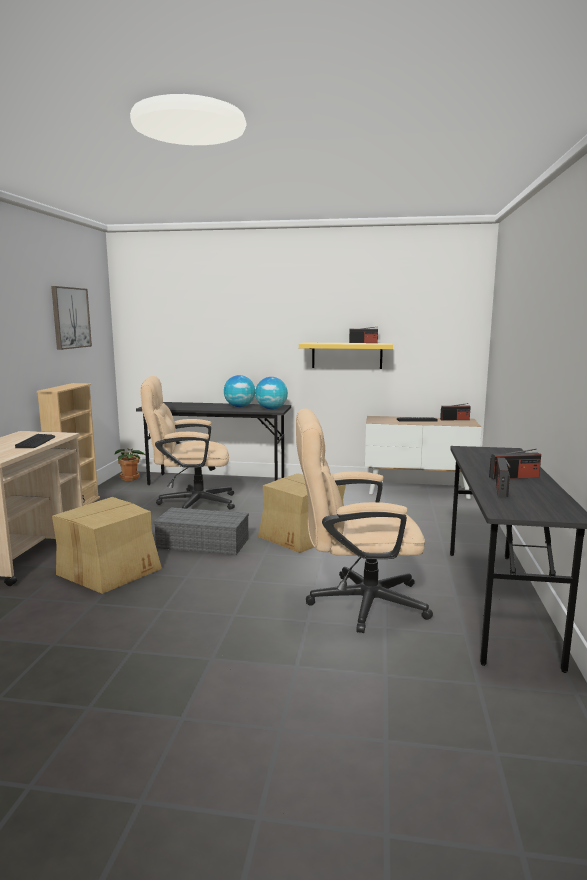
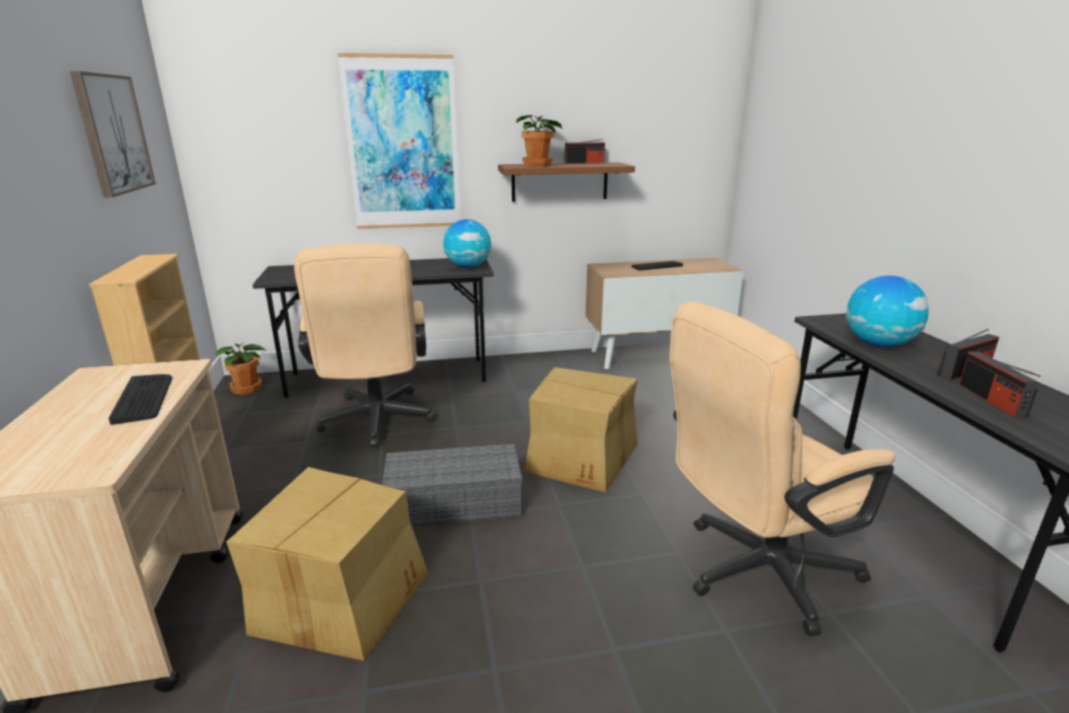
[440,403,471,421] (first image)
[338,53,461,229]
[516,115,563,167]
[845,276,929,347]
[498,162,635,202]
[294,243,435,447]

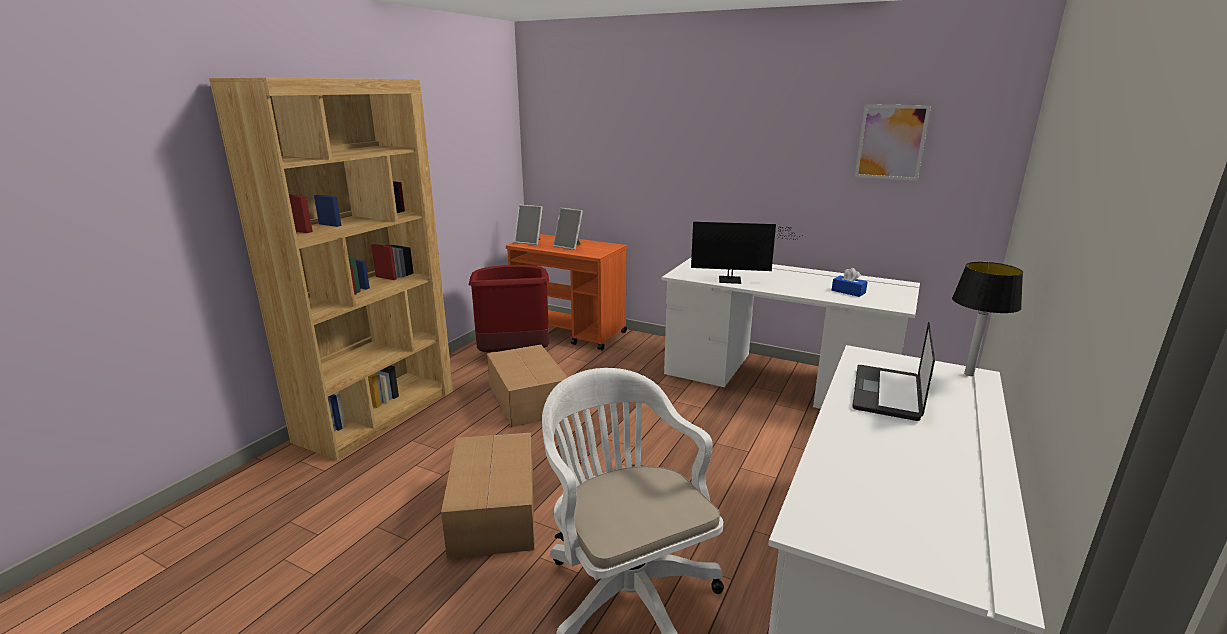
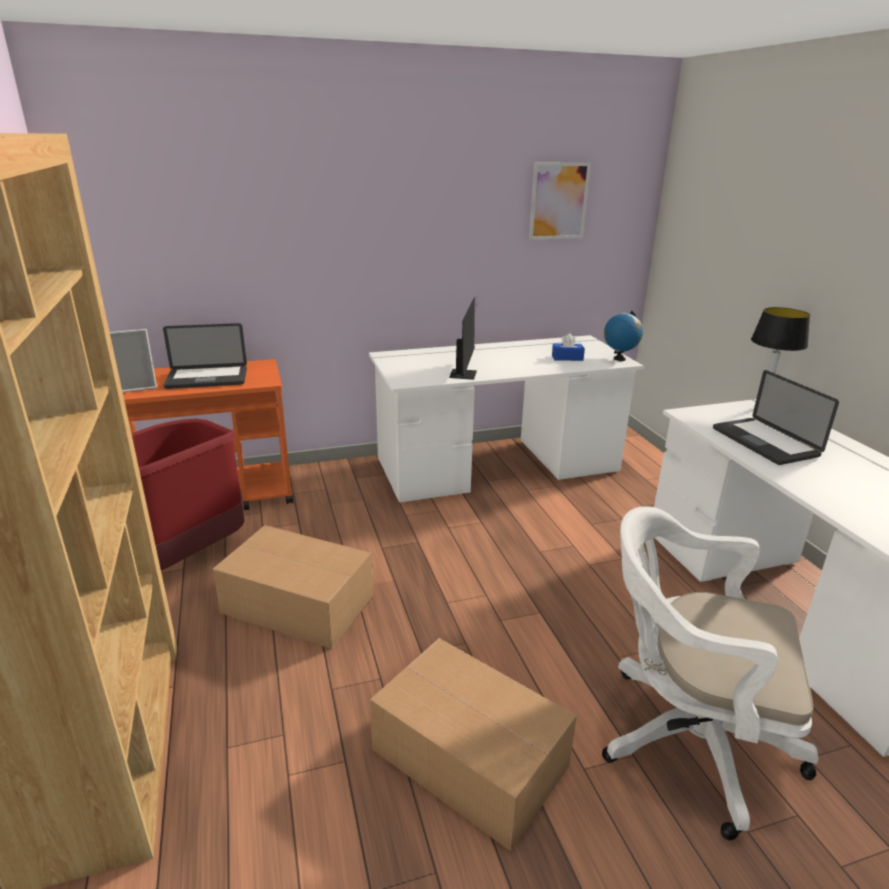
[604,311,643,361]
[163,323,247,389]
[449,296,477,380]

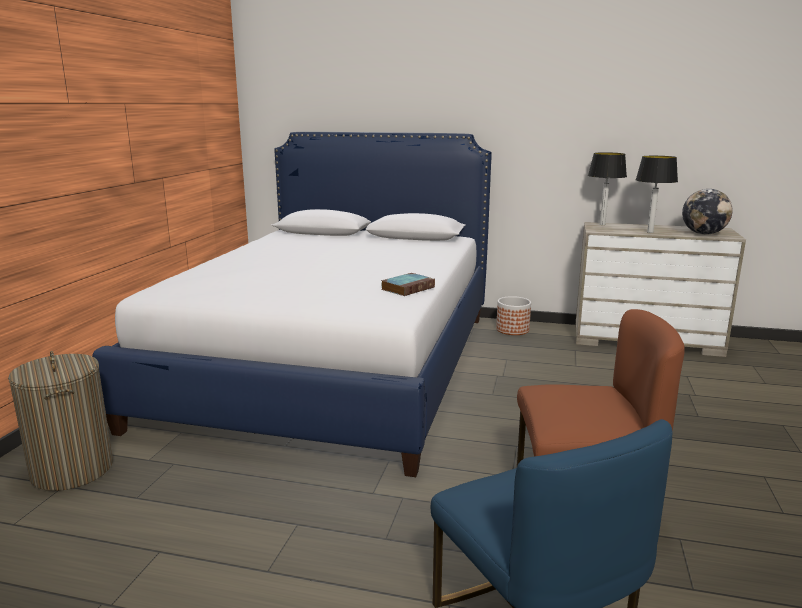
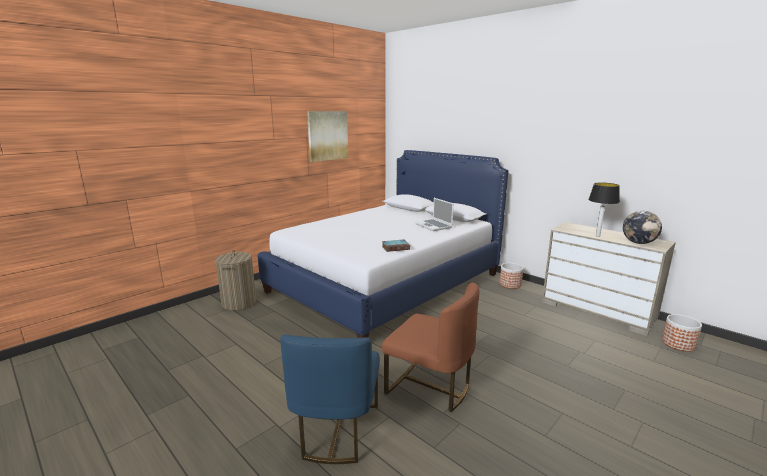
[588,152,627,225] (first image)
[307,111,348,162]
[415,198,454,231]
[662,314,702,352]

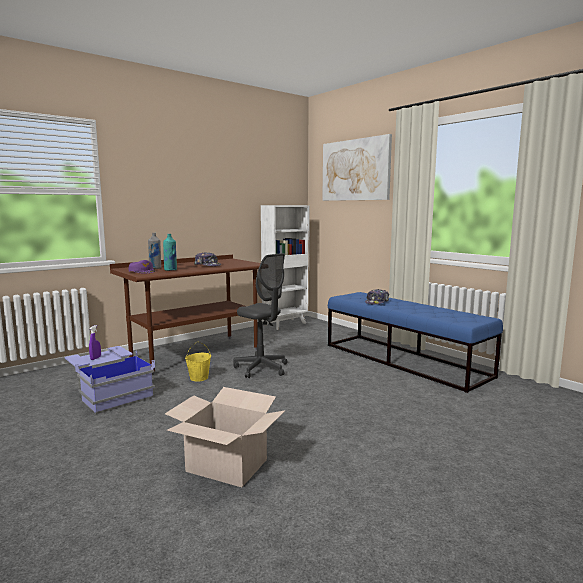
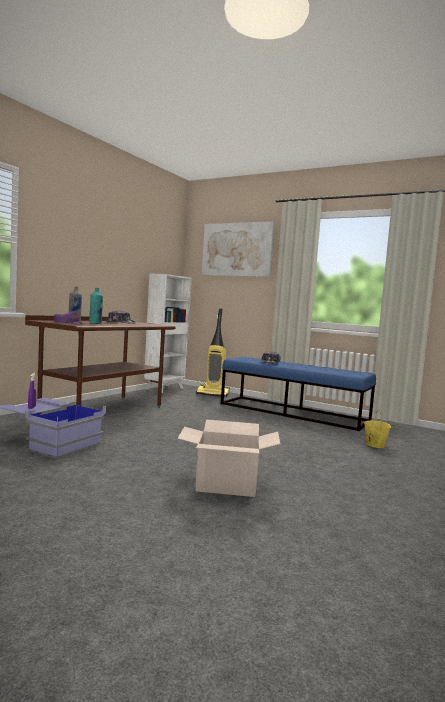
[233,253,287,378] (first image)
[196,308,230,397]
[364,409,391,448]

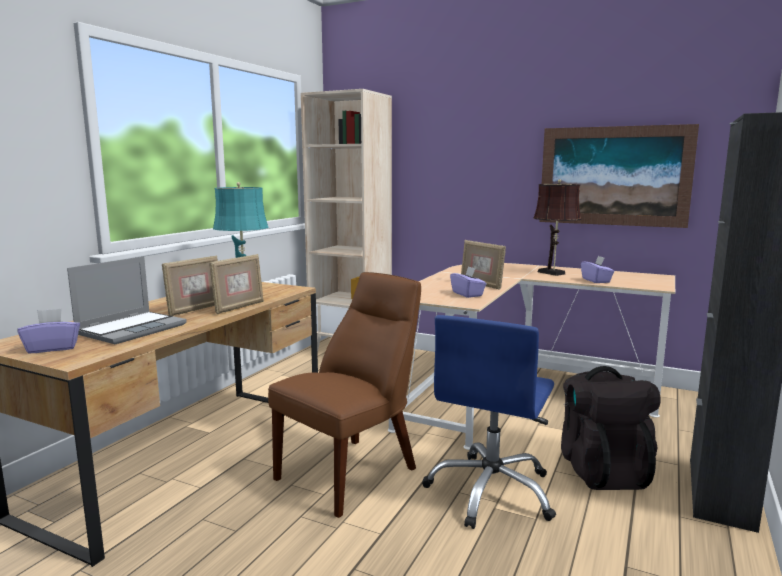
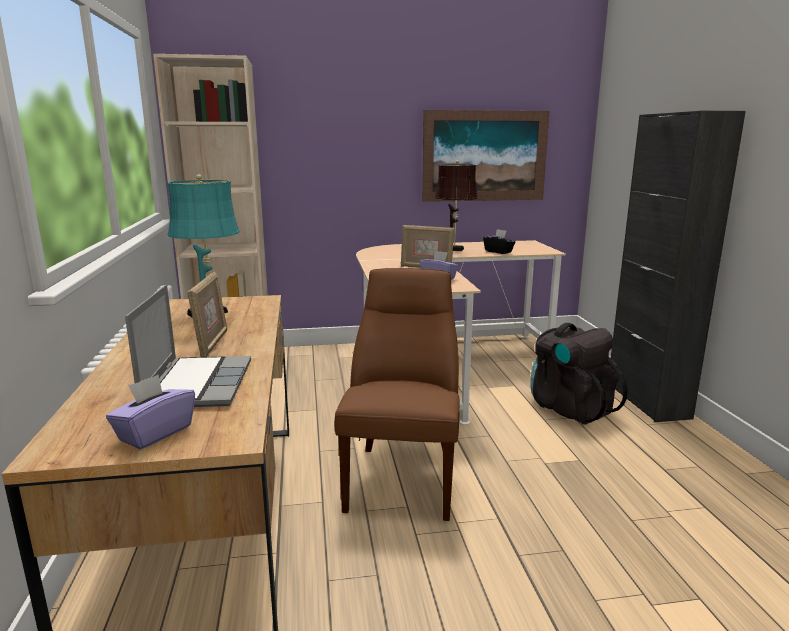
[209,254,264,314] (first image)
[422,315,556,529] (first image)
[483,229,515,254]

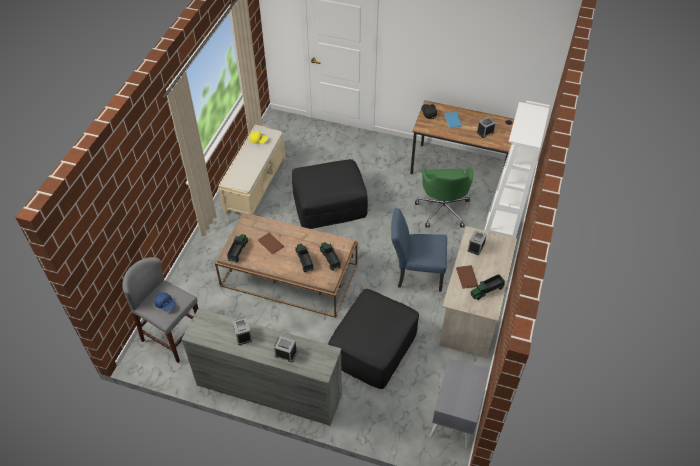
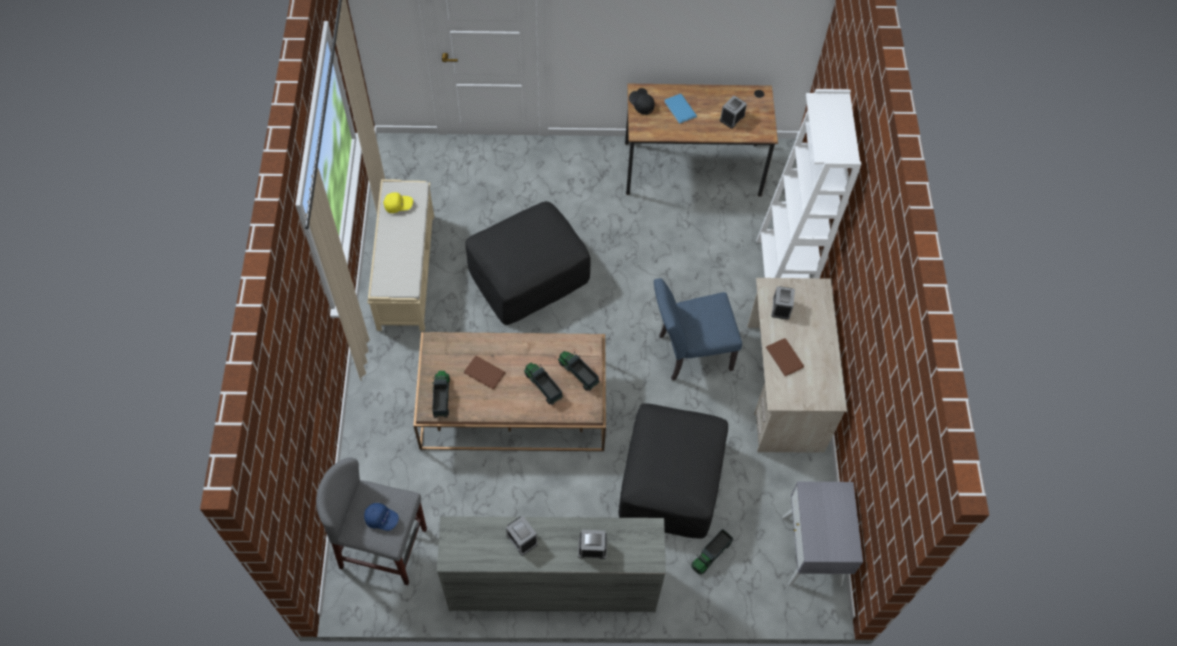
[415,167,473,227] (first image)
[691,529,733,575]

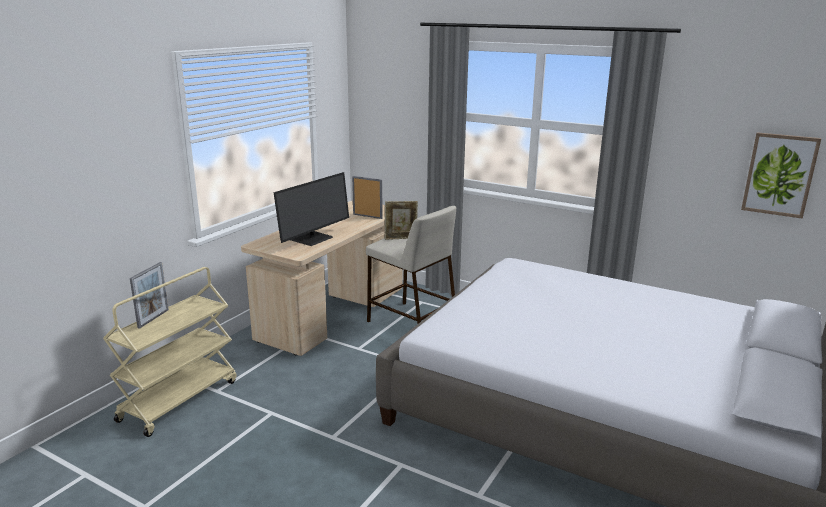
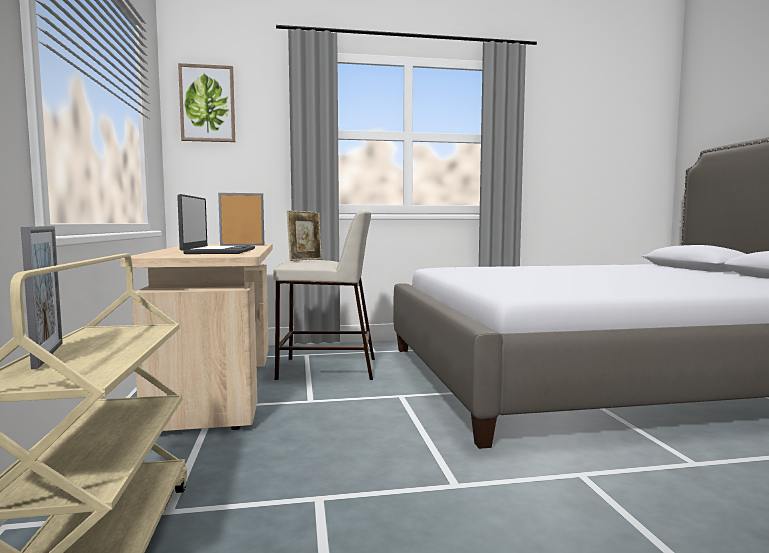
[178,63,235,142]
[177,194,255,254]

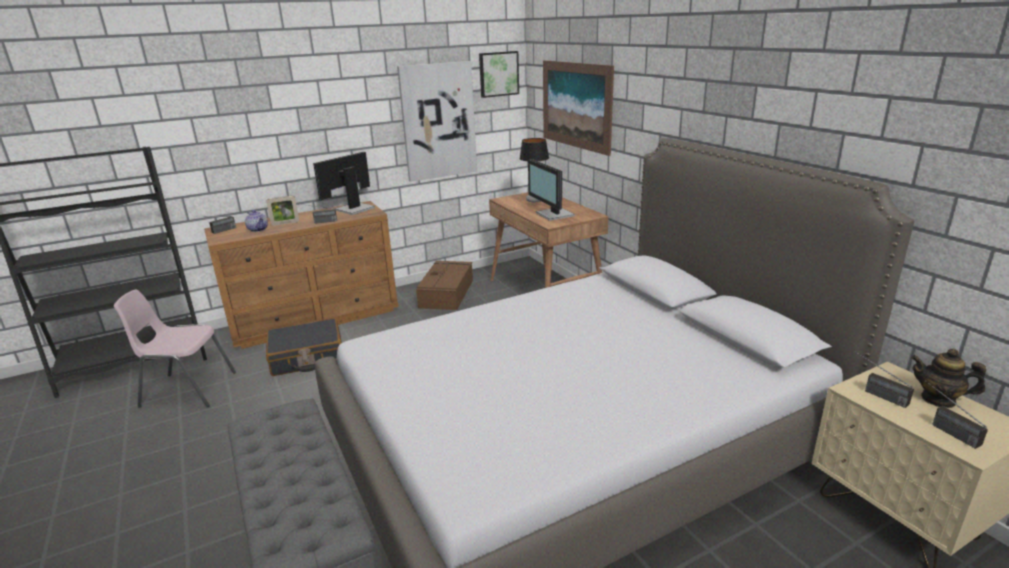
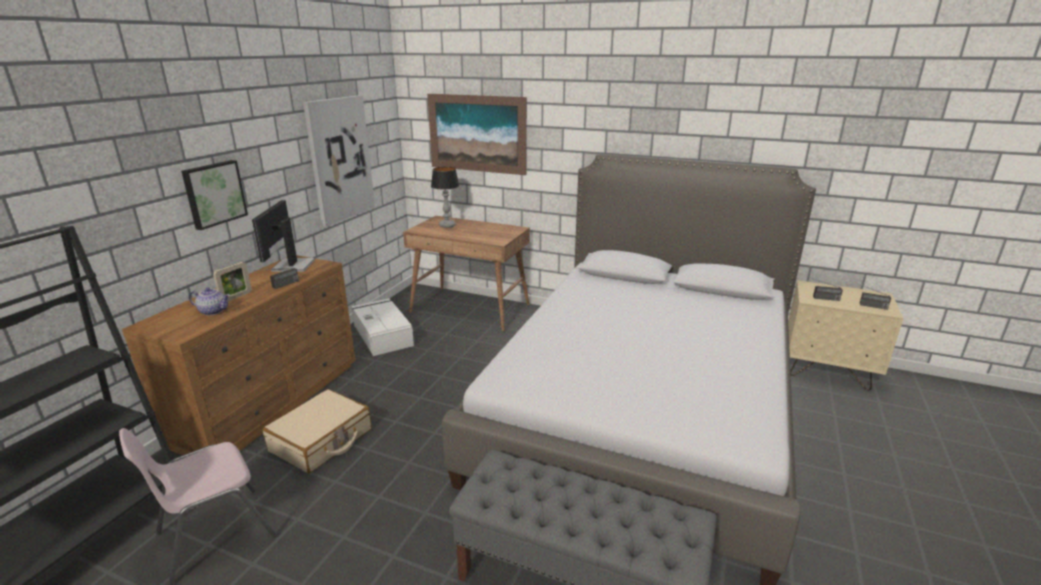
[194,216,236,234] (first image)
[528,159,575,221] (first image)
[911,349,986,408] (first image)
[181,160,248,230]
[262,389,372,473]
[351,298,414,356]

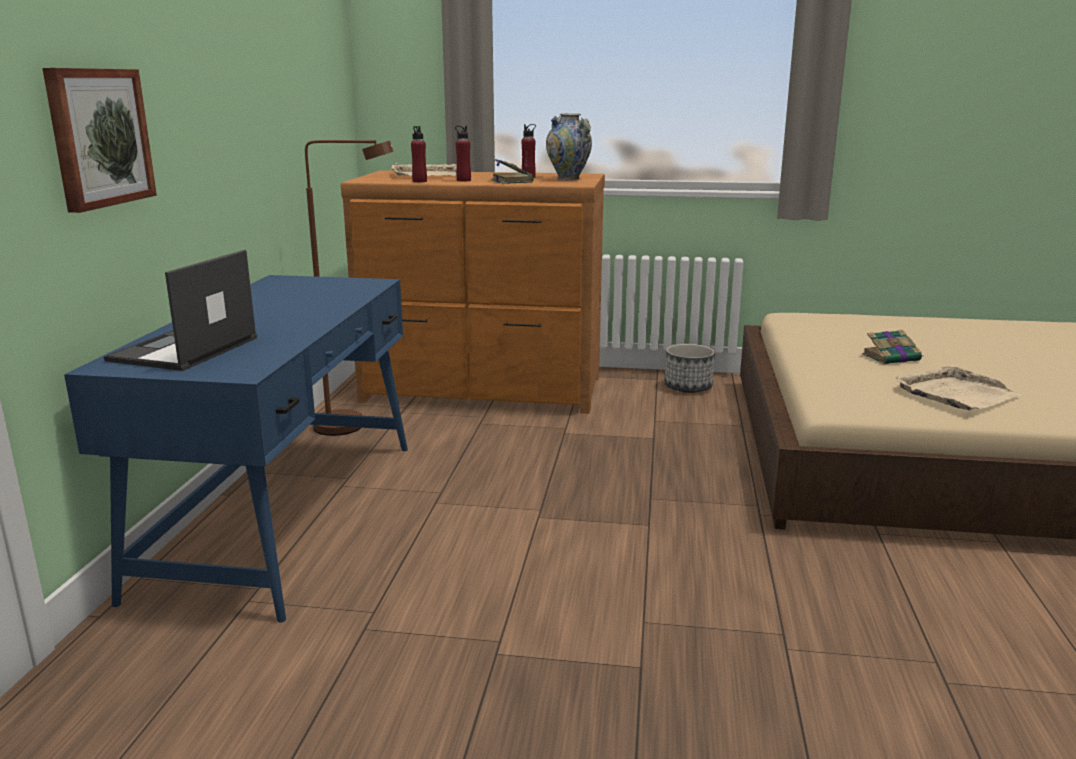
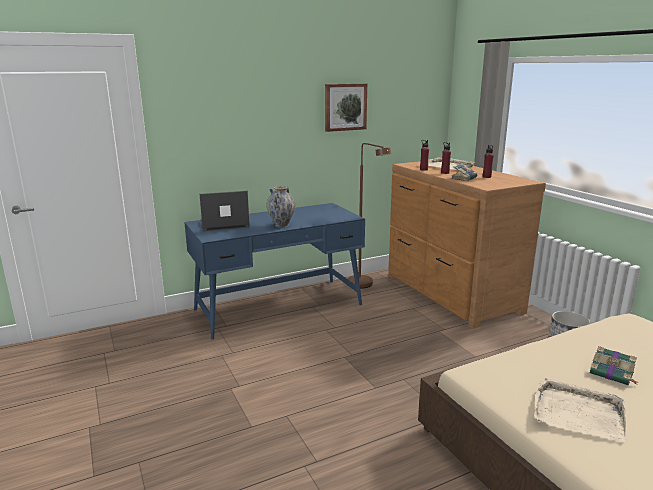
[325,83,367,132]
[266,186,295,228]

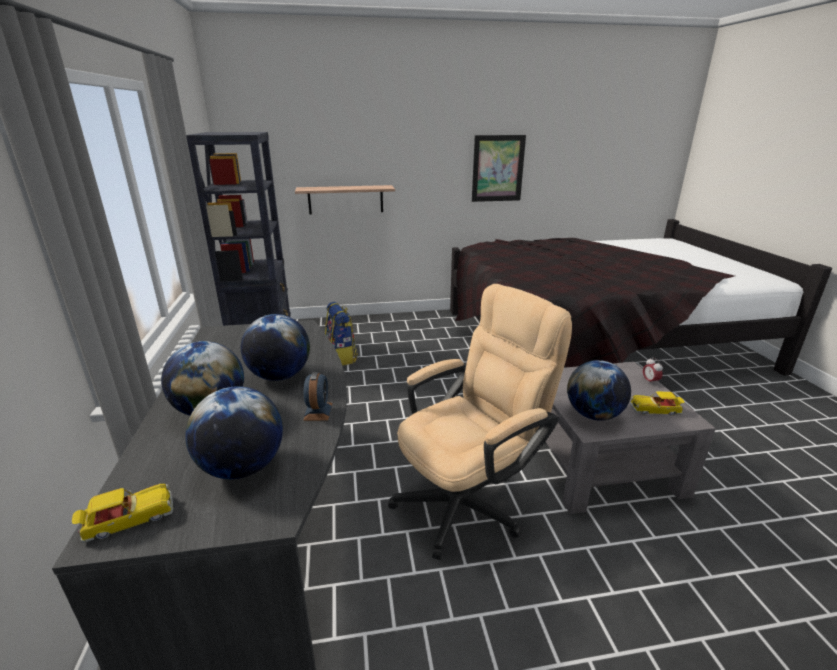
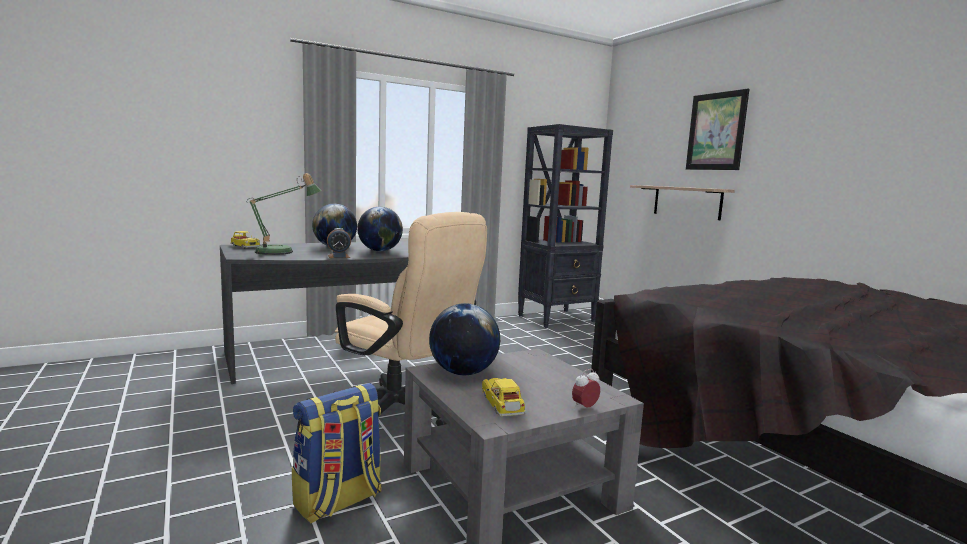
[292,383,382,524]
[686,89,749,170]
[249,173,322,255]

